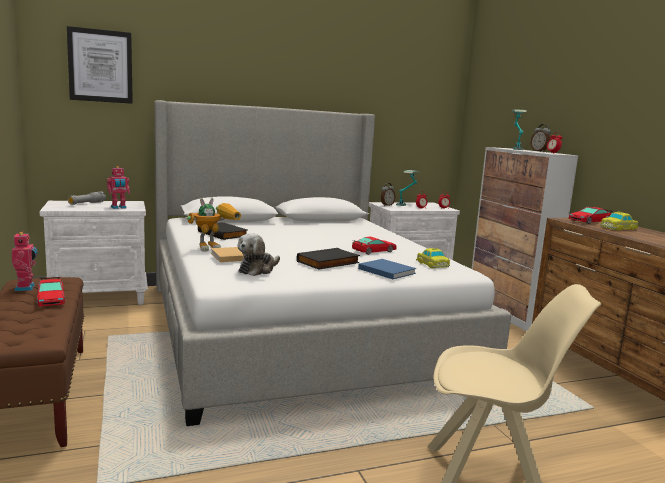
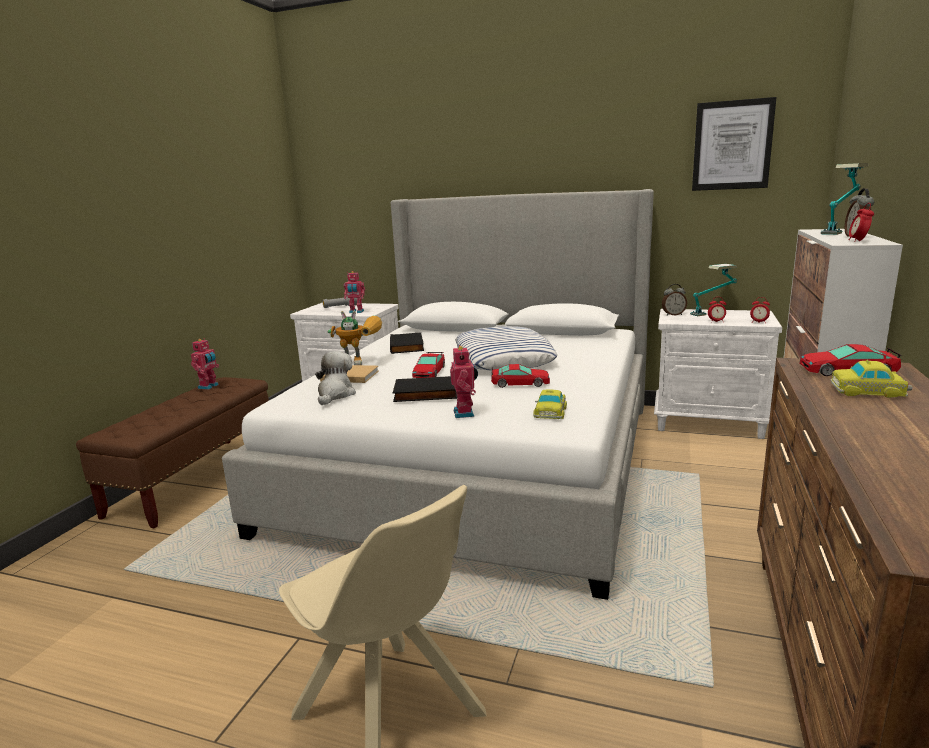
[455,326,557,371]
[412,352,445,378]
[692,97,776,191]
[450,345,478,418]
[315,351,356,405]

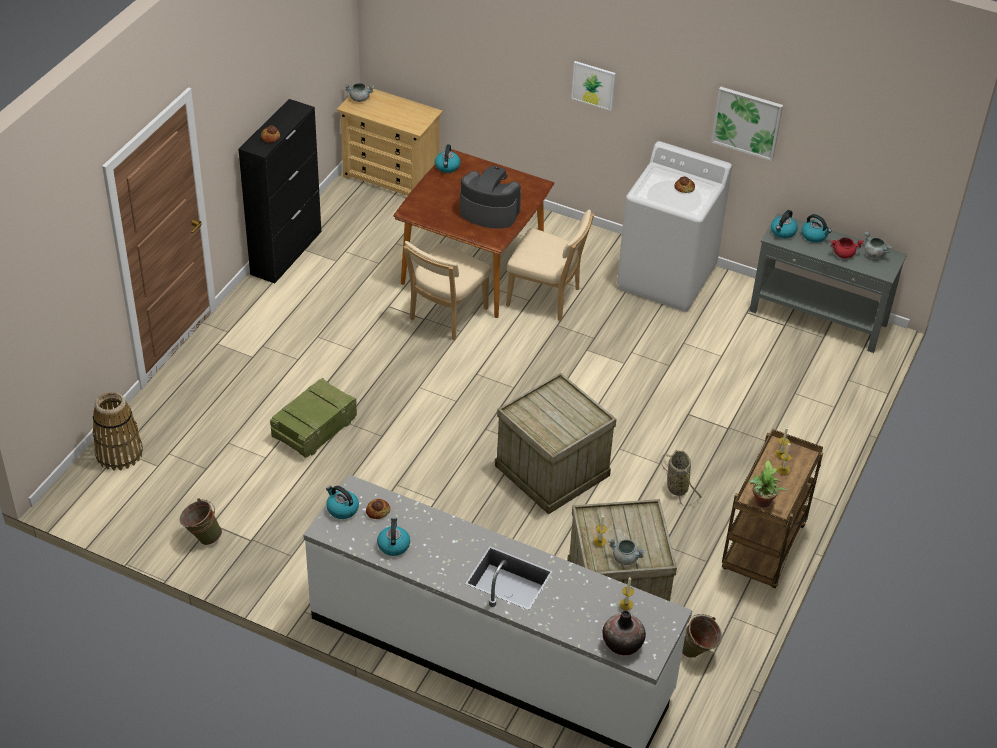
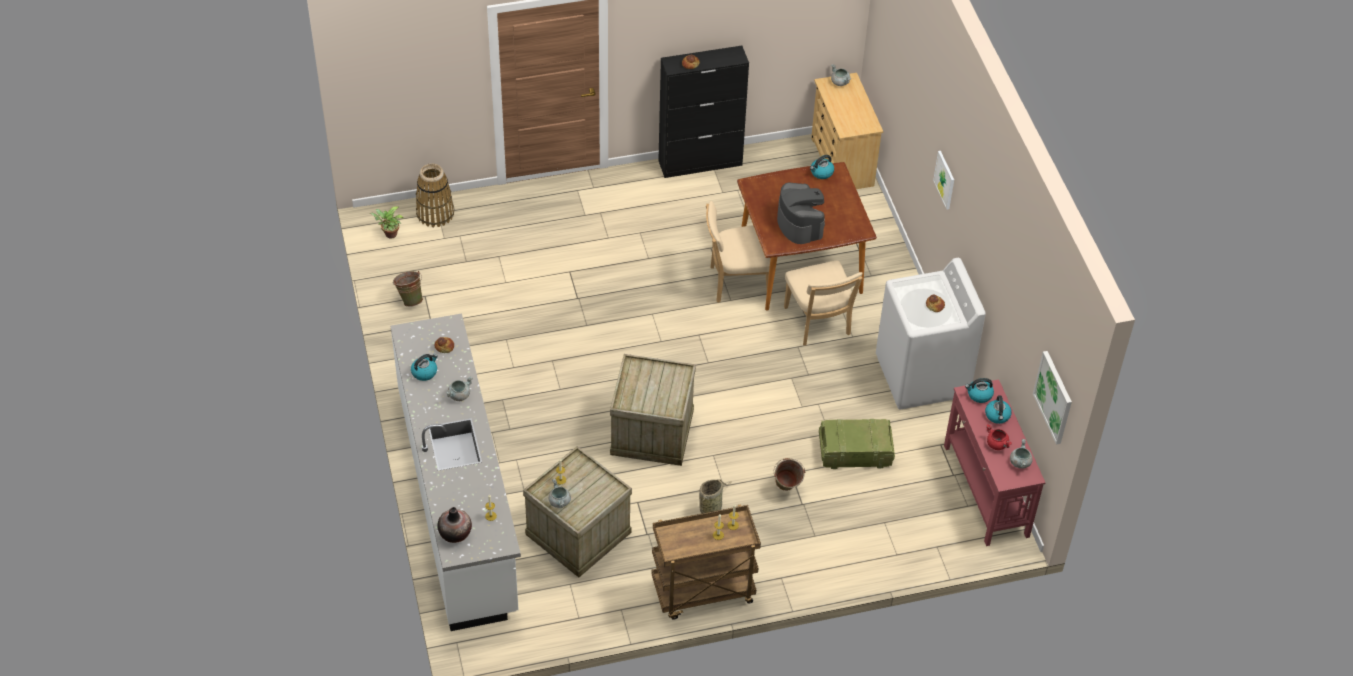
[326,486,359,519] (first image)
[446,376,473,401]
[819,419,895,469]
[774,458,805,491]
[1033,351,1072,445]
[370,207,404,239]
[944,379,1046,546]

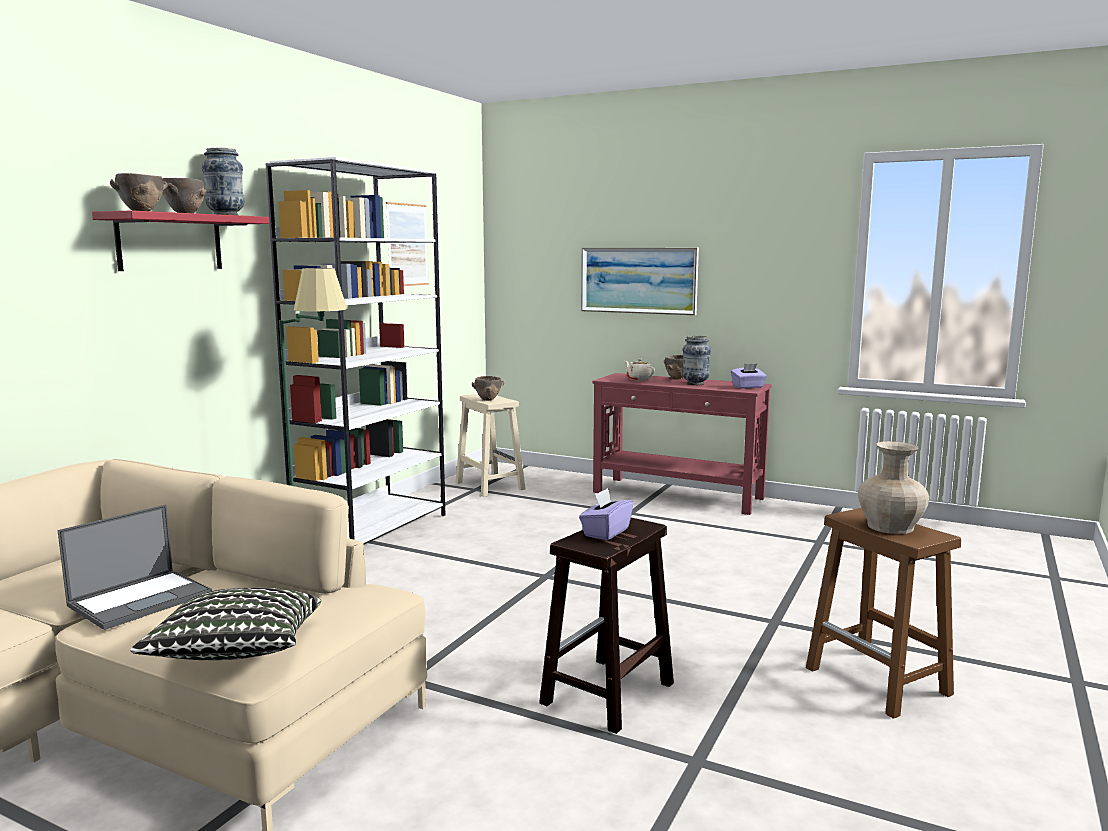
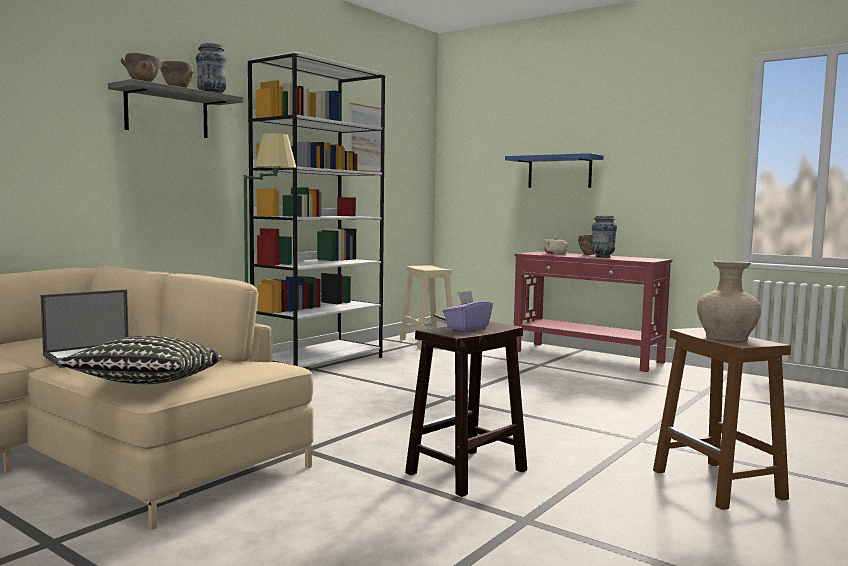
[472,376,504,401] (first image)
[731,364,767,389] (first image)
[505,153,604,188]
[108,79,243,138]

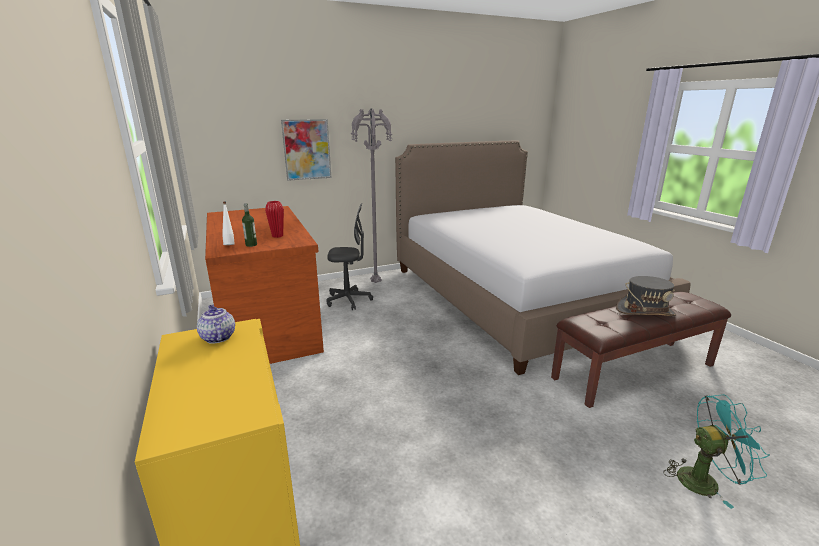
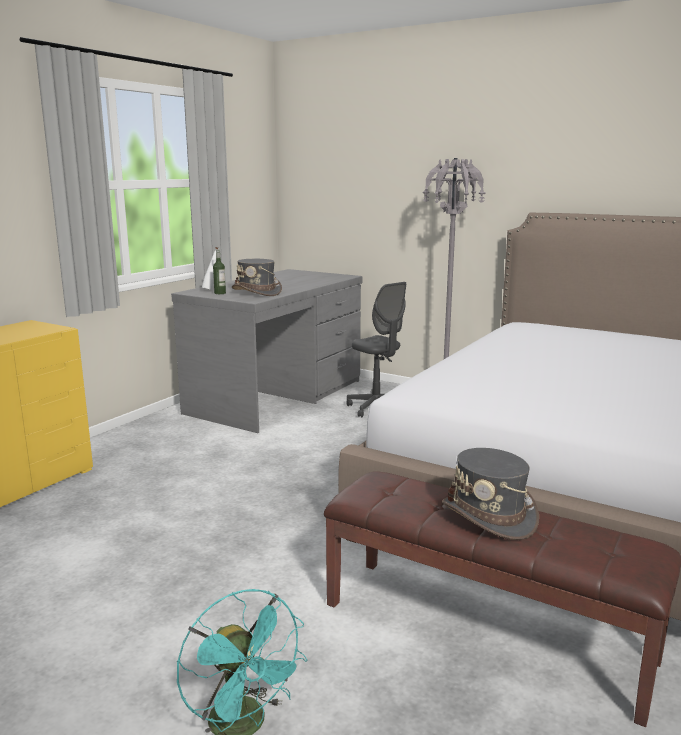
[197,305,235,344] (first image)
[281,119,331,181] (first image)
[232,259,282,296]
[171,269,363,433]

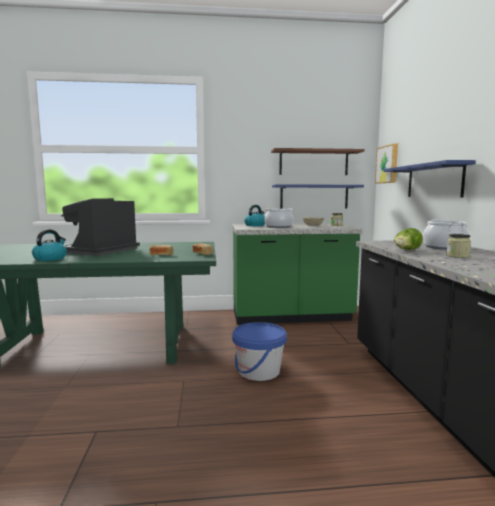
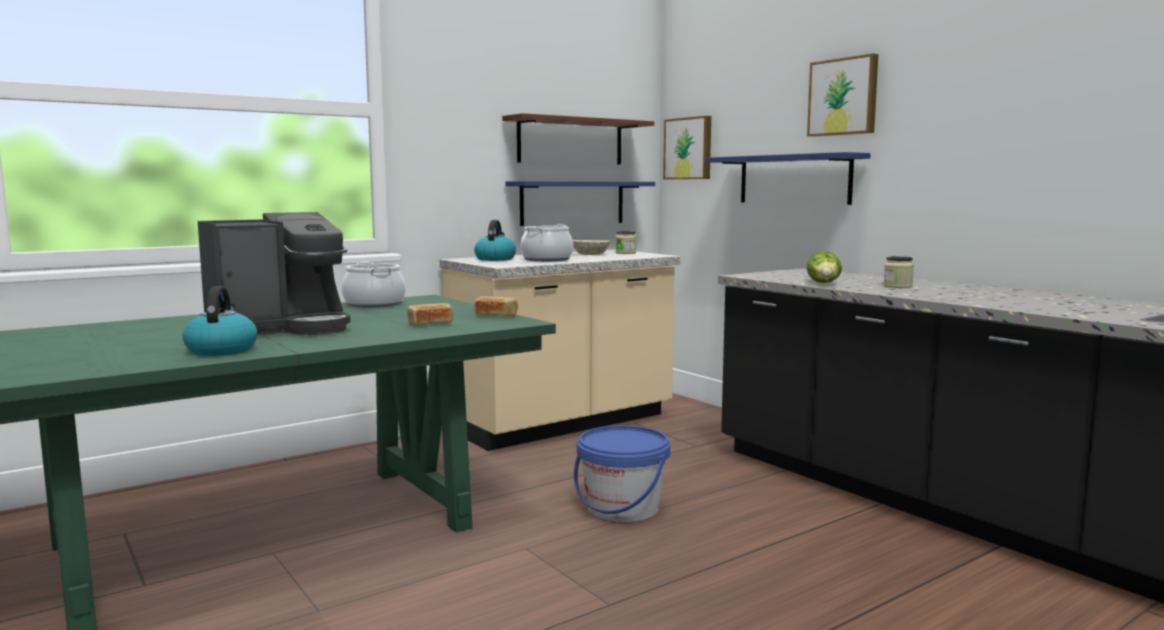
[807,53,878,137]
[342,262,406,308]
[440,249,681,451]
[198,212,351,335]

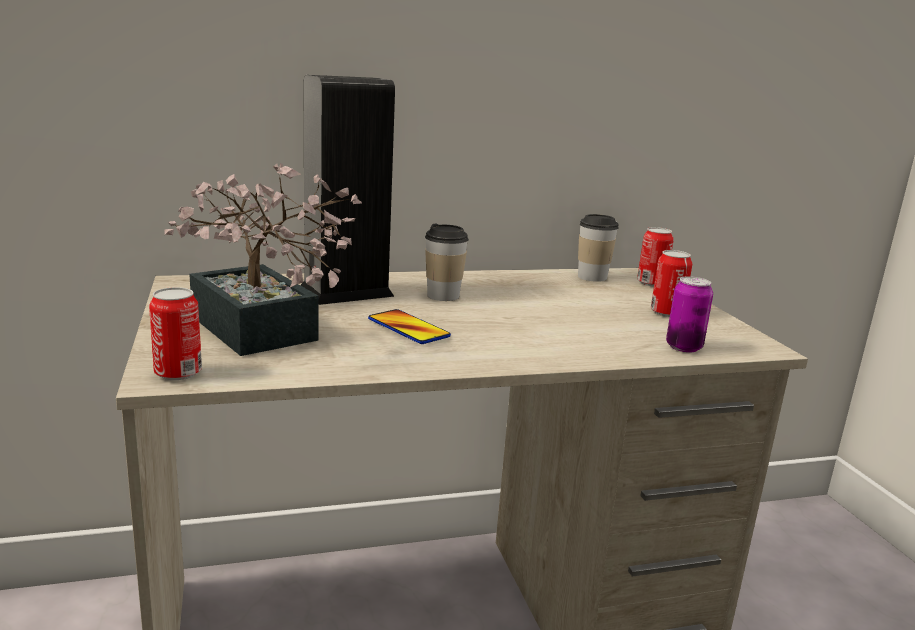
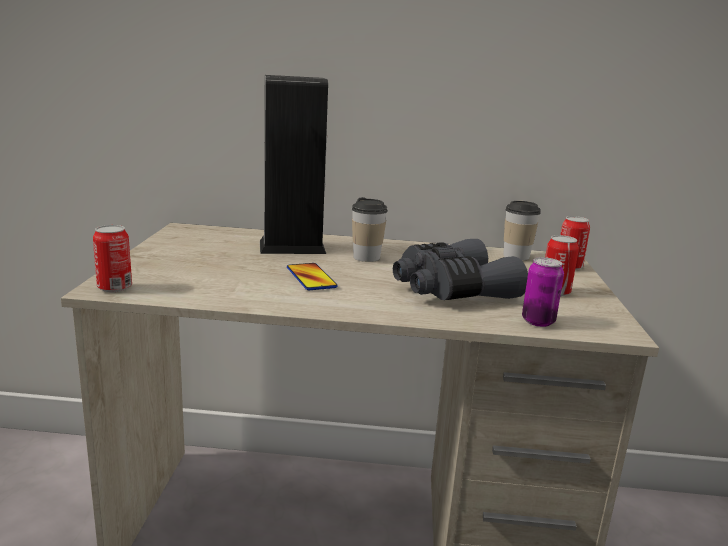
[164,163,362,356] (first image)
[393,239,528,300]

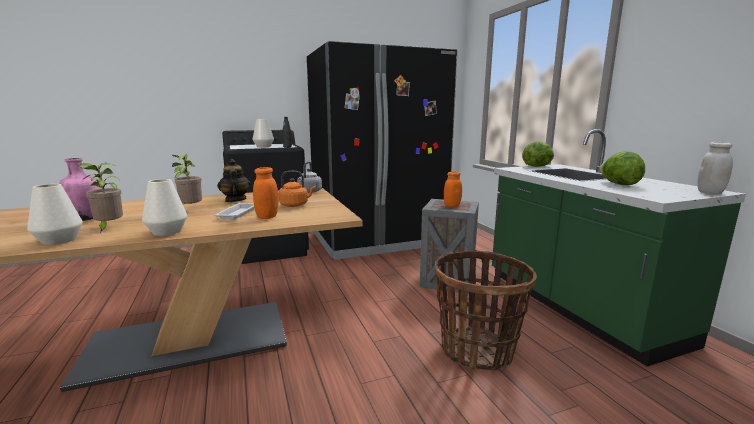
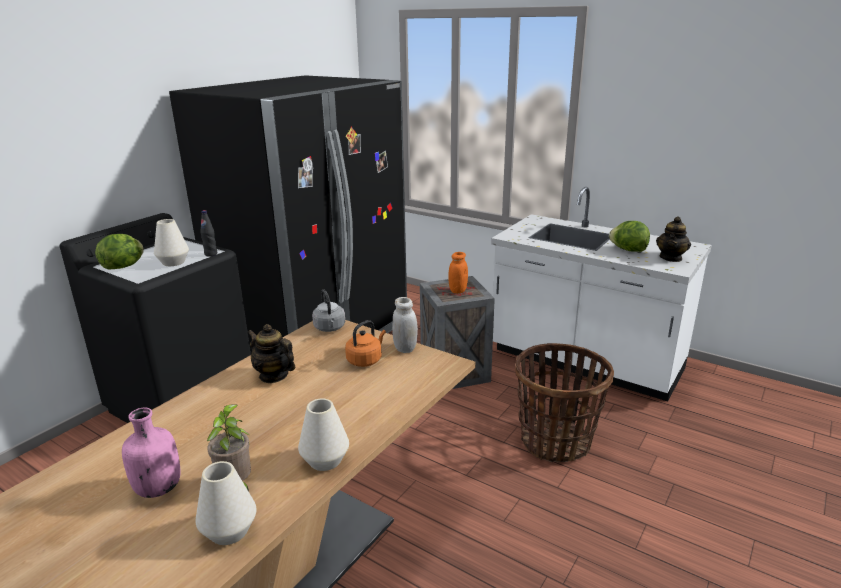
[172,153,202,204] (first image)
[214,203,254,220] (first image)
[253,167,279,219] (first image)
[656,216,691,262]
[95,234,144,270]
[392,297,418,353]
[491,187,712,401]

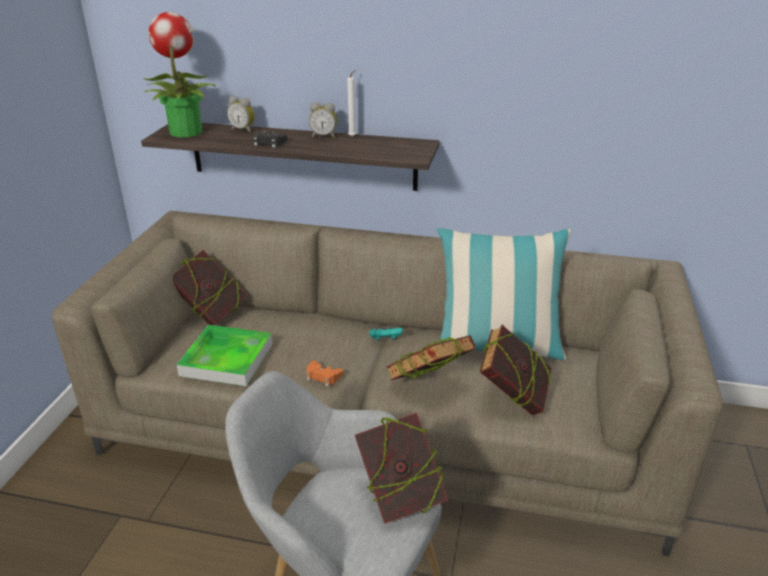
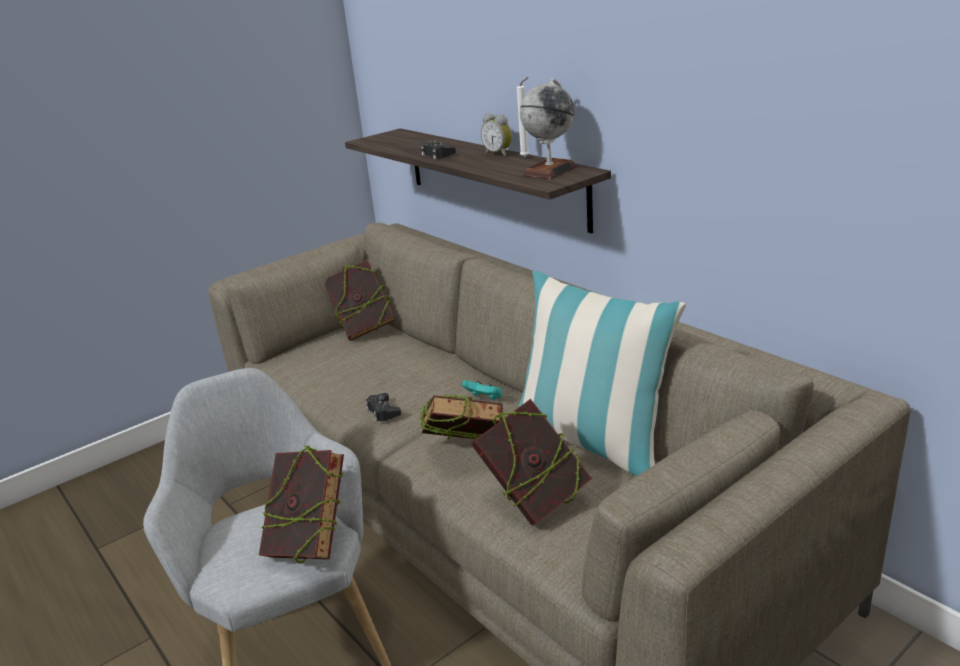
[142,12,217,137] (first image)
[177,325,273,386] (first image)
[227,96,255,133] (first image)
[520,79,577,179]
[366,393,401,422]

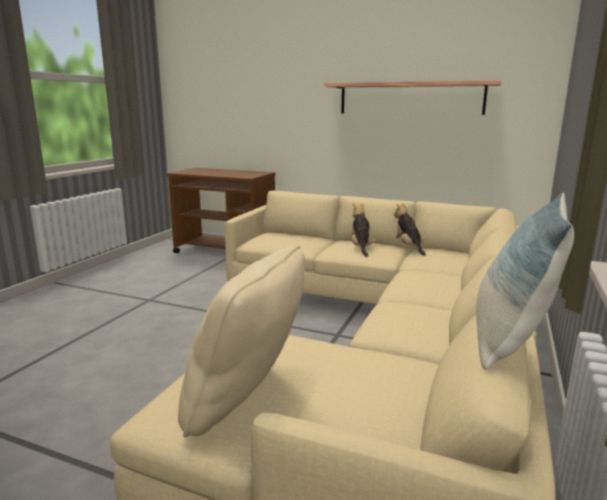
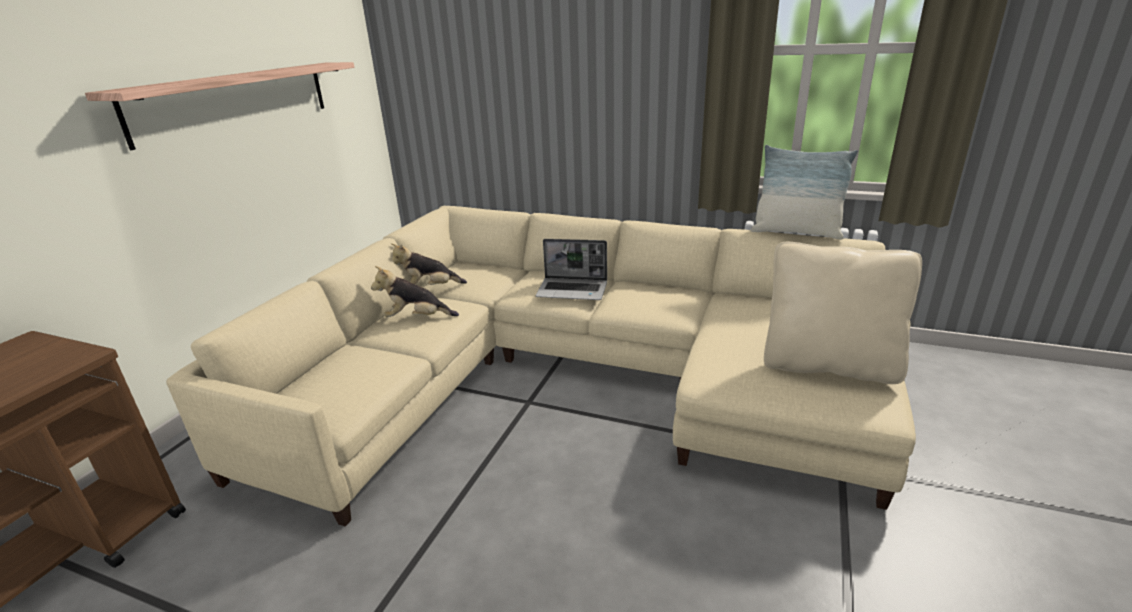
[535,239,607,300]

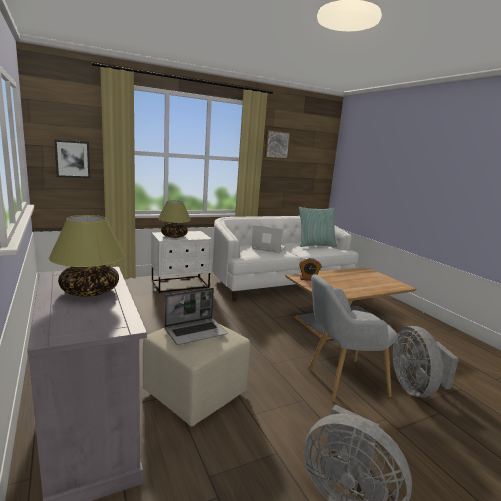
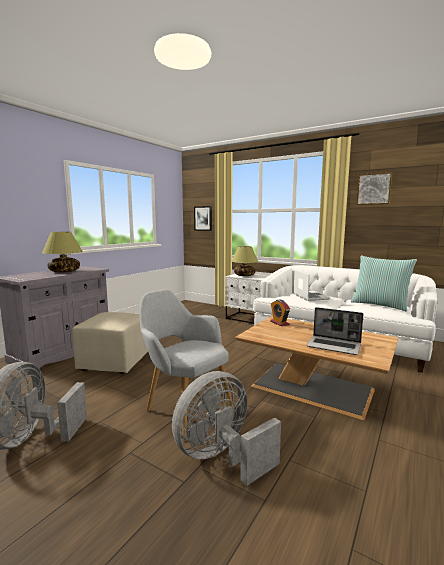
[307,307,363,355]

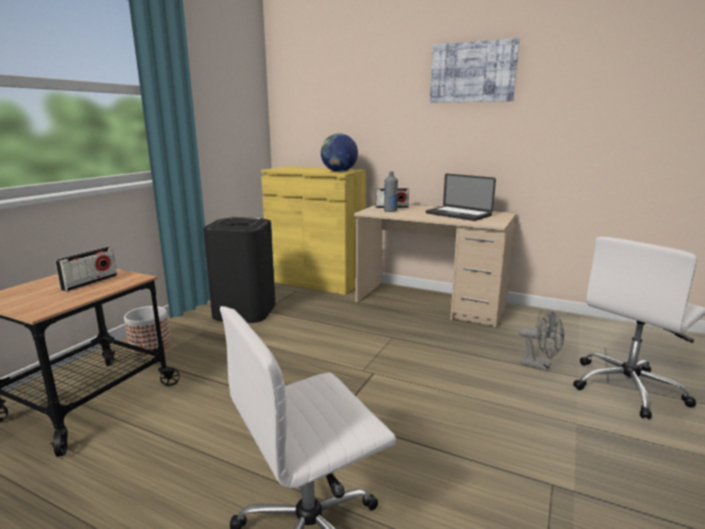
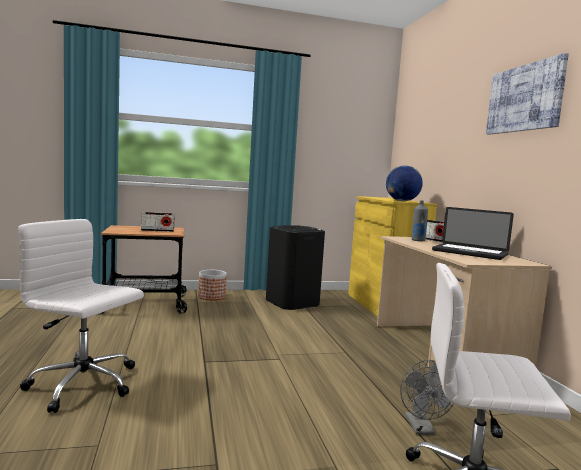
[432,207,514,260]

